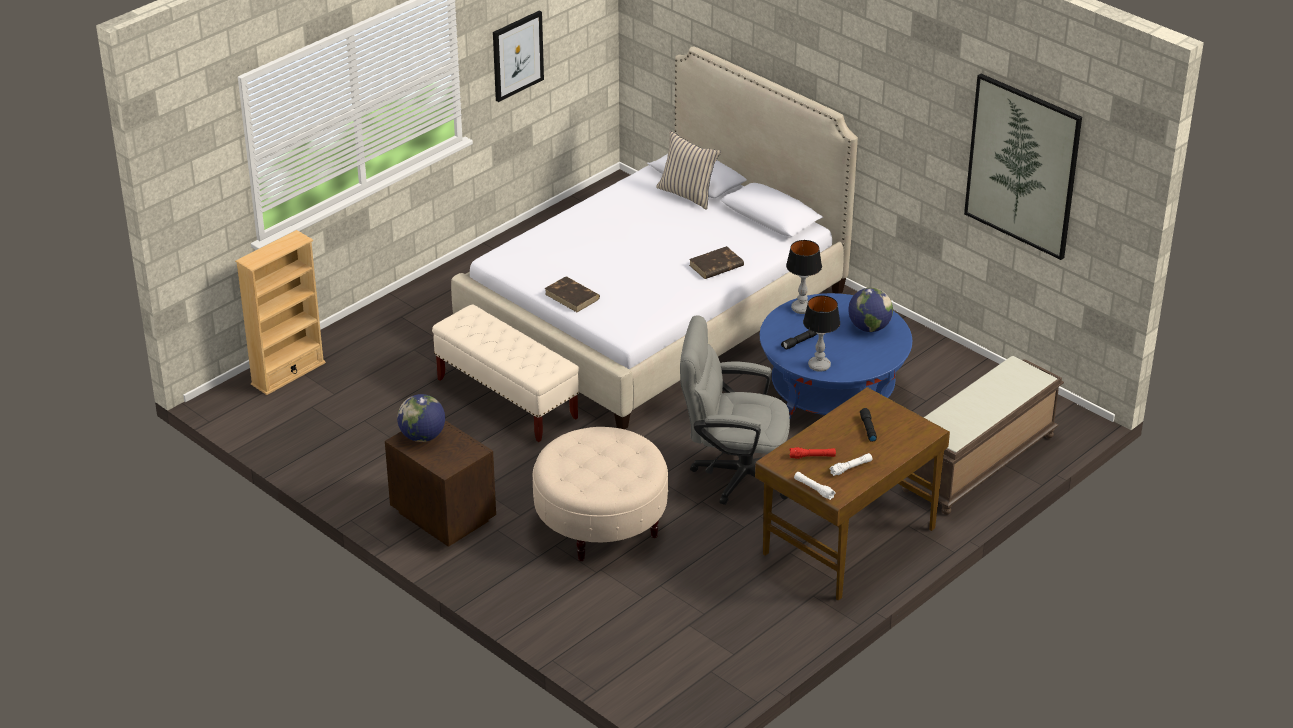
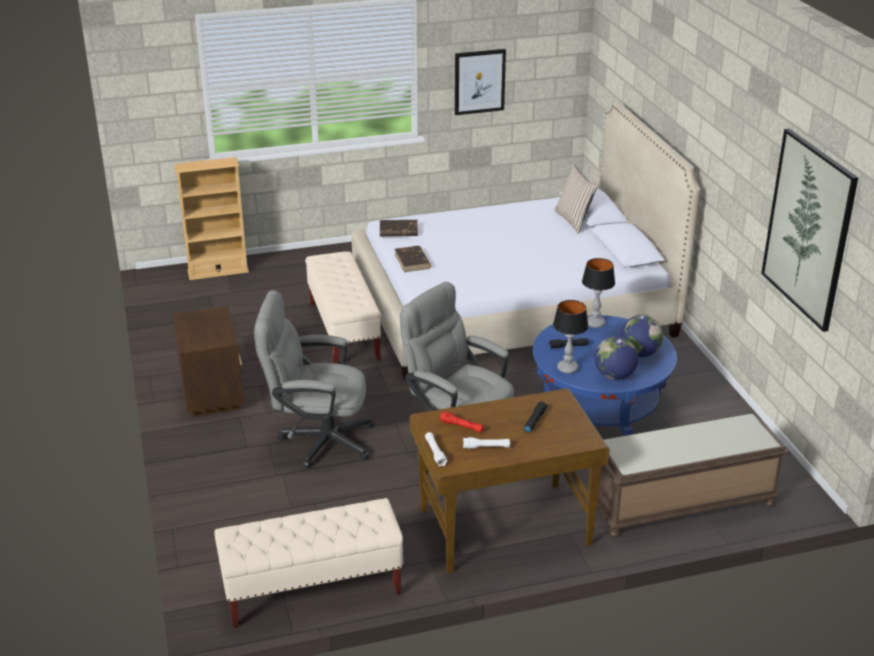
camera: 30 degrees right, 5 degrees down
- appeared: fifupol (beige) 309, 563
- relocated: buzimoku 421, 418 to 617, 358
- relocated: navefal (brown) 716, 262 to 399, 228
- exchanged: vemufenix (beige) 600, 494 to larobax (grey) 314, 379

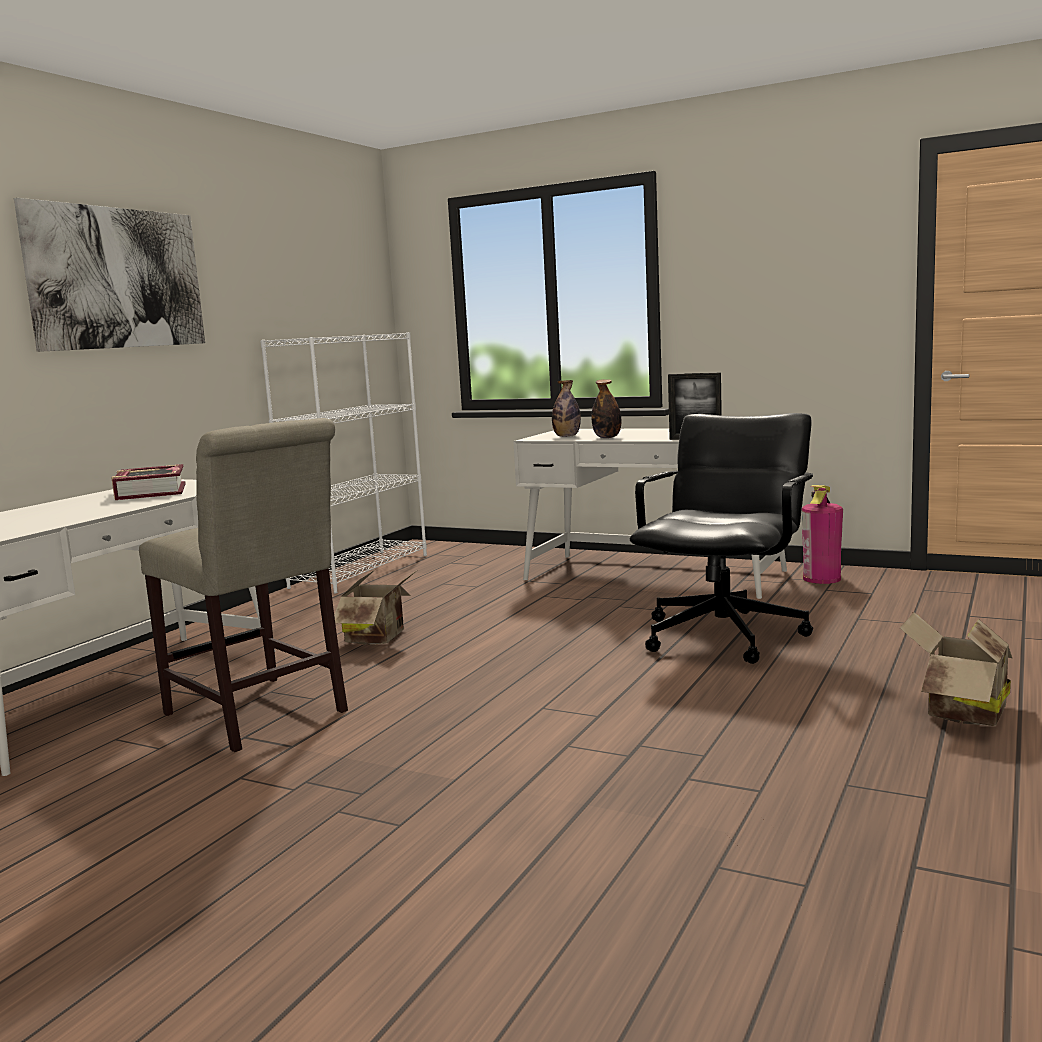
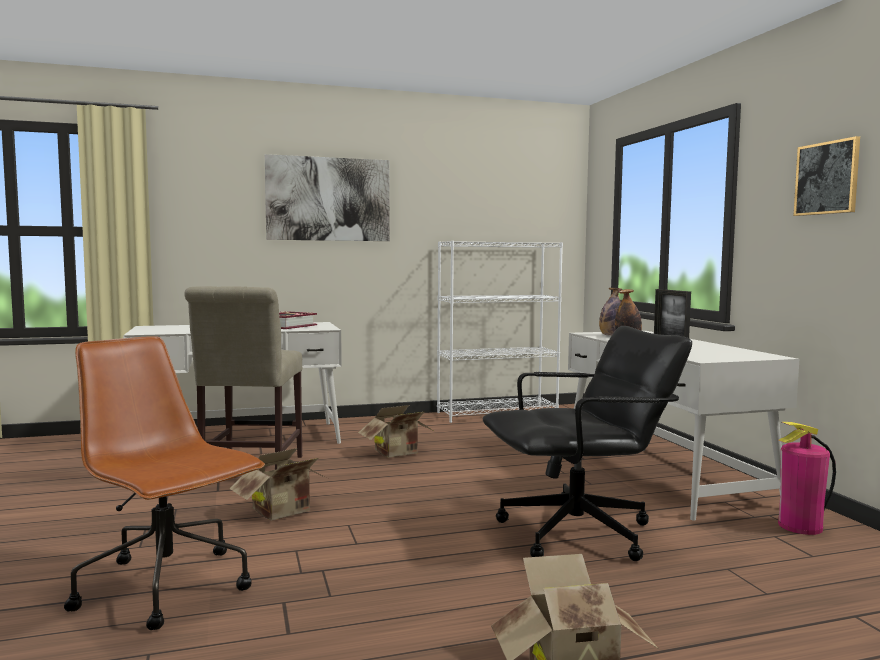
camera: 45 degrees right, 5 degrees down
- appeared: larobax (brown) 164, 483
- appeared: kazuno 279, 484
- appeared: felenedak 827, 176

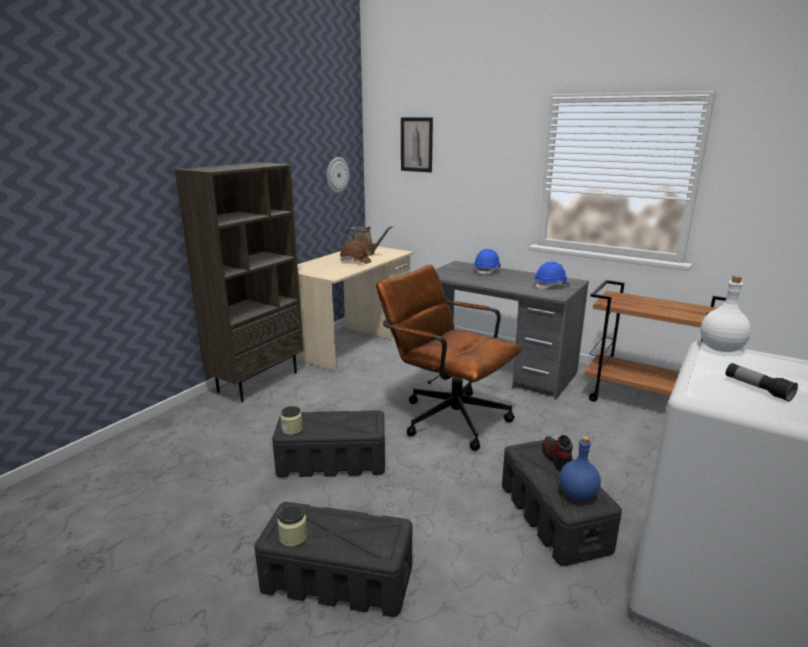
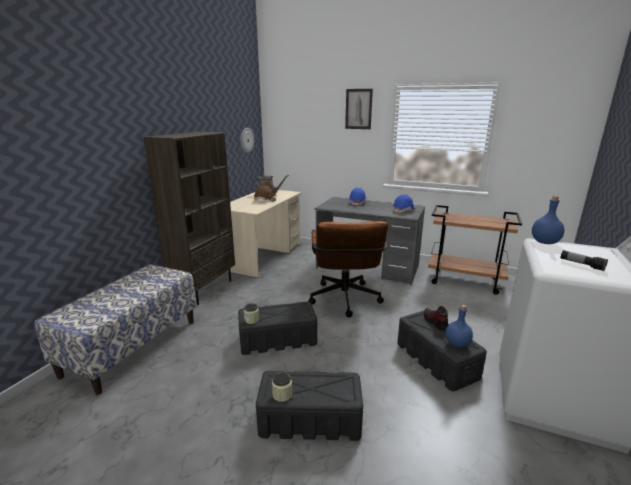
camera: 10 degrees left, 0 degrees up
- appeared: fifupol 115, 329
- relocated: felenedak 417, 144 to 359, 109
- colour: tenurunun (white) 725, 313 to tenurunun (blue) 548, 220
- spun: larobax (brown) 449, 358 = 348, 269 120 degrees counterclockwise

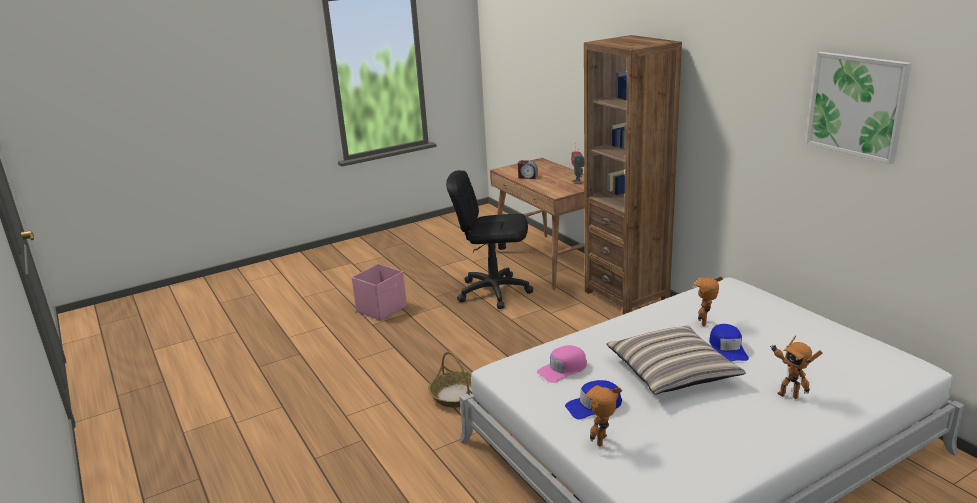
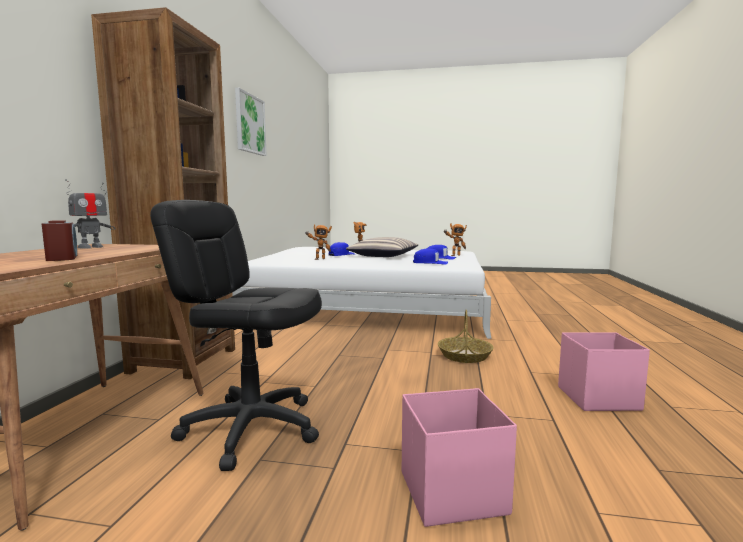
camera: 140 degrees left, 15 degrees down
- appeared: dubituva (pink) 604, 371
- colour: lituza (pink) 562, 364 to lituza (blue) 430, 257
- spun: larobax (black) 489, 239 = 236, 335 150 degrees clockwise

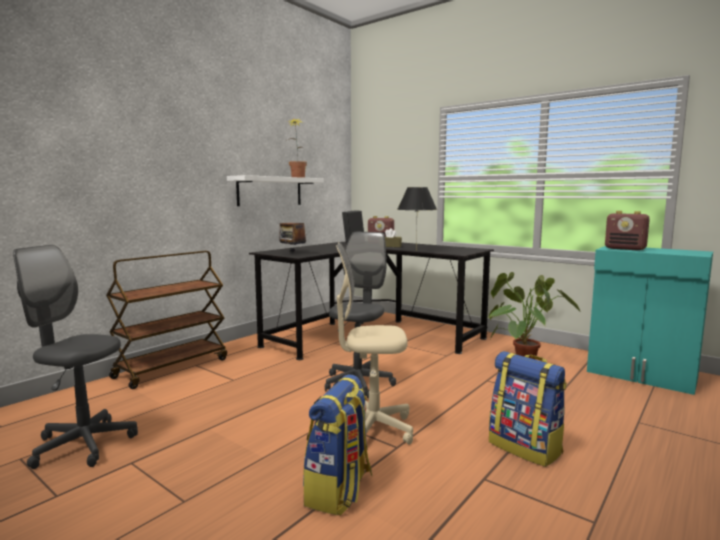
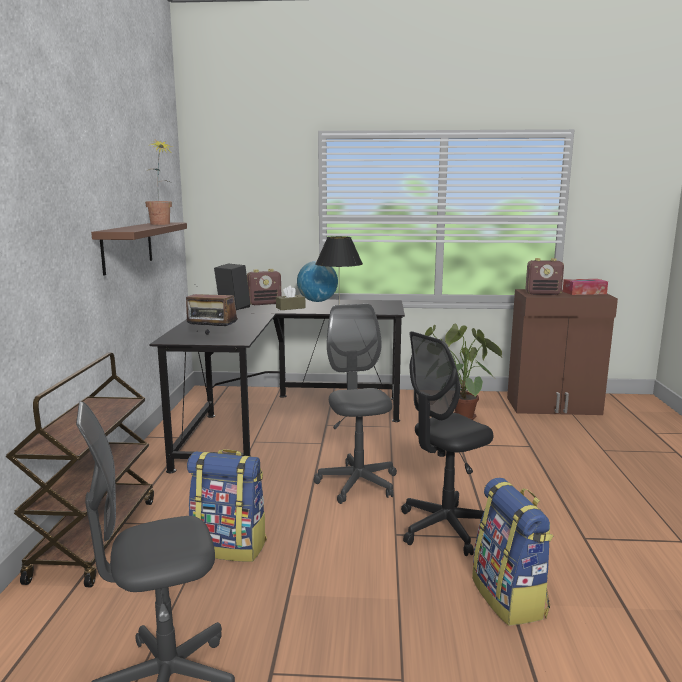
camera: 35 degrees left, 5 degrees up
- appeared: buzimoku 317, 281
- appeared: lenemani 585, 287
- relocated: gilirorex 528, 409 to 227, 505
- colour: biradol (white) 275, 190 to biradol (brown) 139, 249
- colour: larobax (beige) 374, 343 to larobax (black) 447, 443
- colour: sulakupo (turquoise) 650, 320 to sulakupo (brown) 562, 352

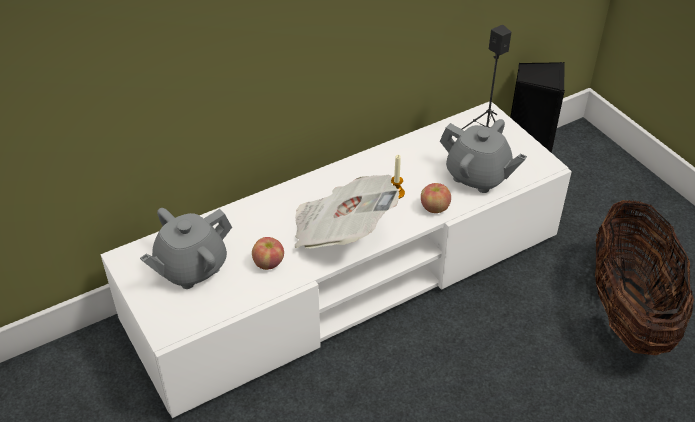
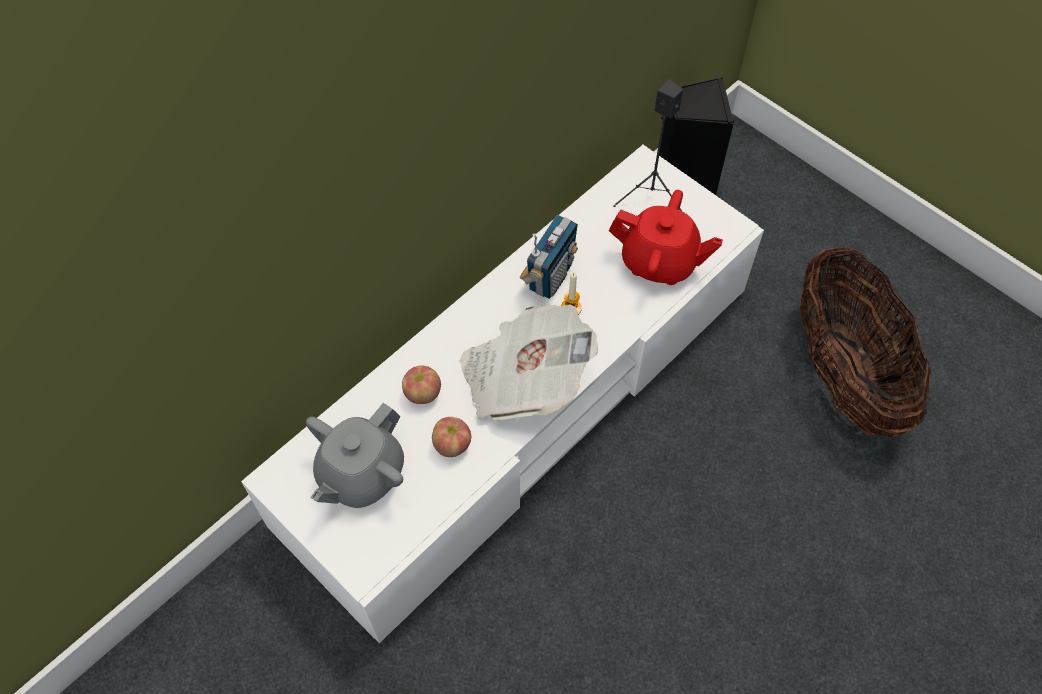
camera: 15 degrees left, 15 degrees up
- appeared: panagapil 549, 257
- relocated: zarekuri 436, 198 to 421, 384
- colour: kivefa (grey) 483, 156 to kivefa (red) 666, 237

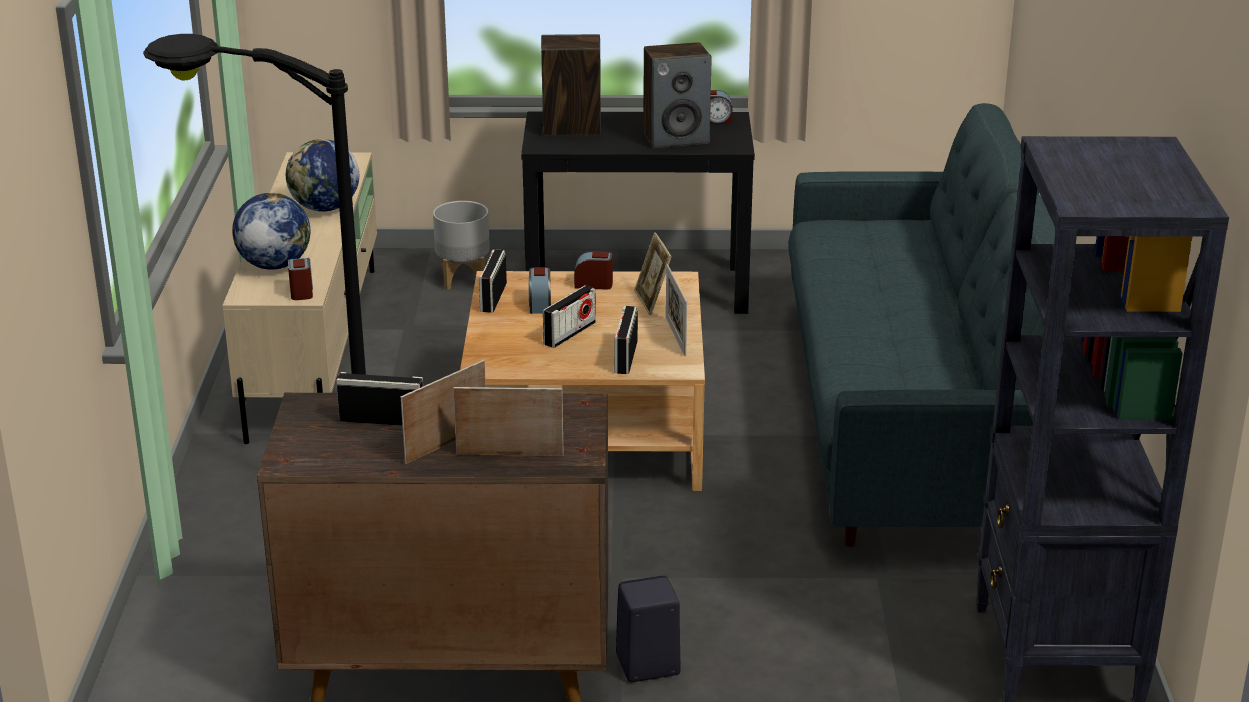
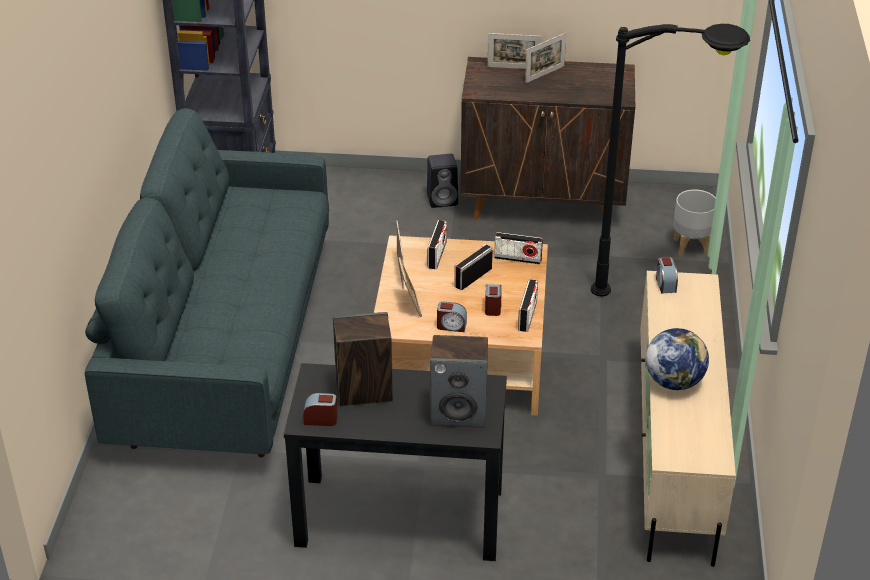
camera: 175 degrees left, 10 degrees up
- missing: buzimoku 271, 231
- relocated: panagapil 379, 399 to 518, 248
- relocated: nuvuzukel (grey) 461, 245 to 694, 222

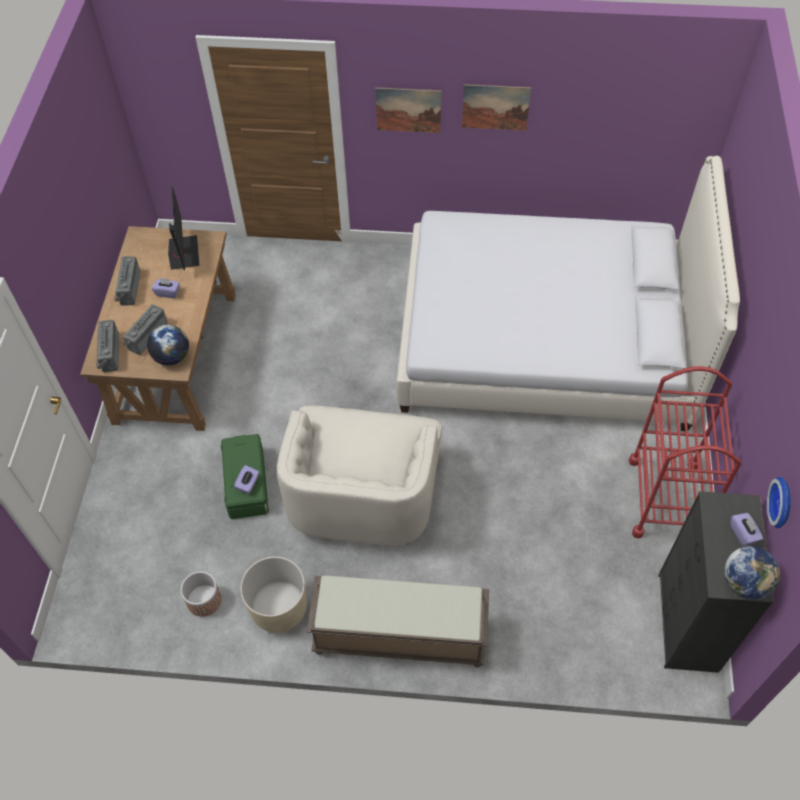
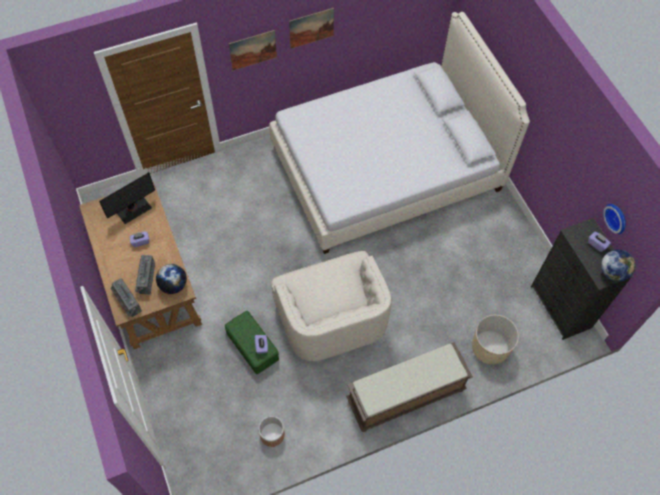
camera: 30 degrees left, 5 degrees up
- missing: panagapil 127, 281
- missing: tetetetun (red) 685, 452
- relocated: nuvuzukel (beige) 273, 594 to 495, 340
- spun: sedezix 183, 228 = 127, 198 90 degrees clockwise

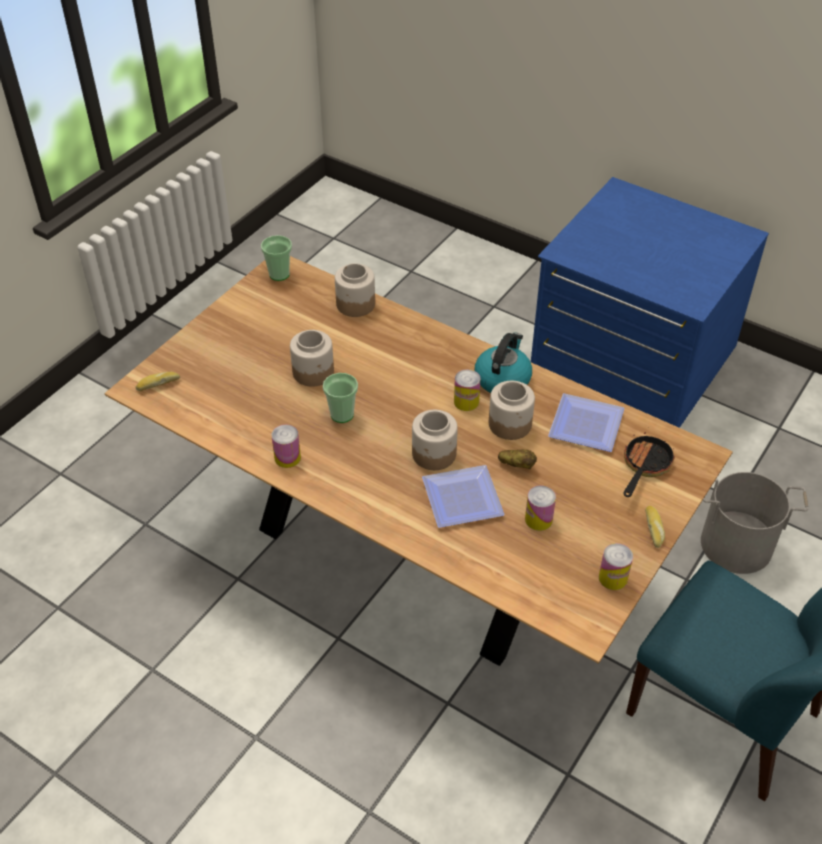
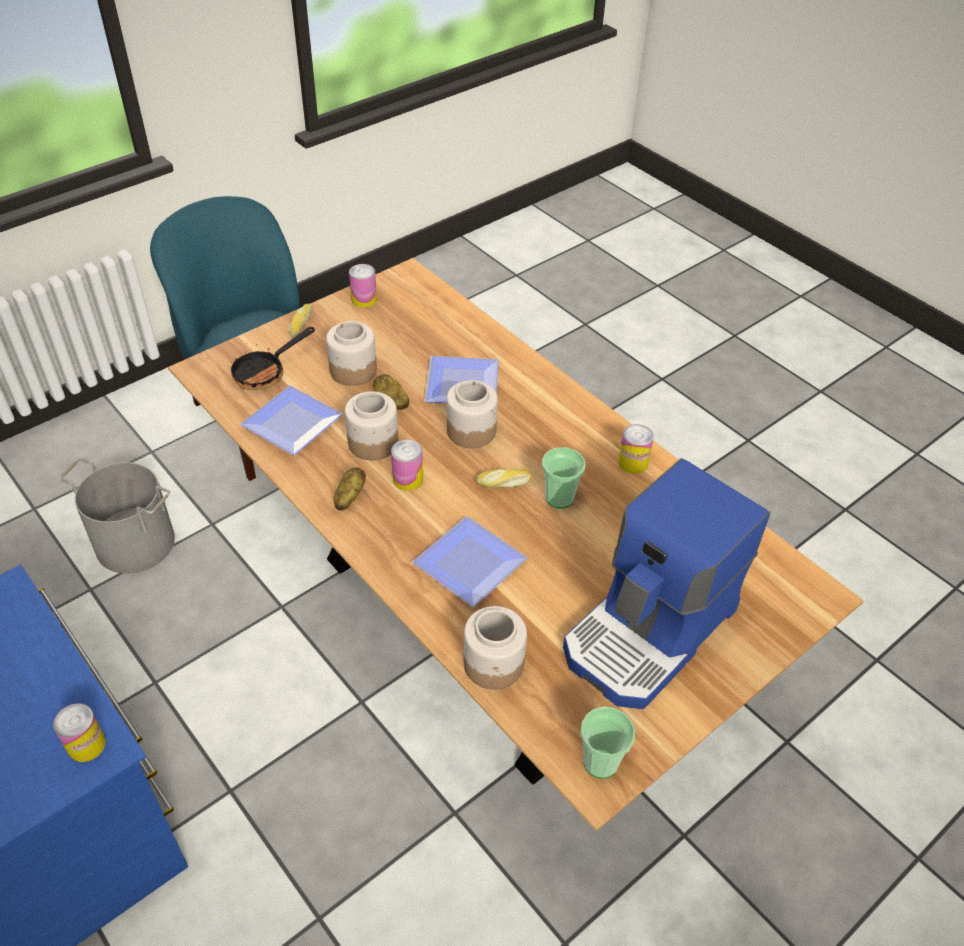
camera: 165 degrees left, 0 degrees up
- appeared: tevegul 469, 561
- appeared: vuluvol 666, 583
- relocated: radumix 157, 381 to 504, 478
- relocated: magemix 312, 358 to 351, 353
- relocated: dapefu 540, 508 to 79, 733
- exchanged: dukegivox 503, 363 to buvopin 350, 489

